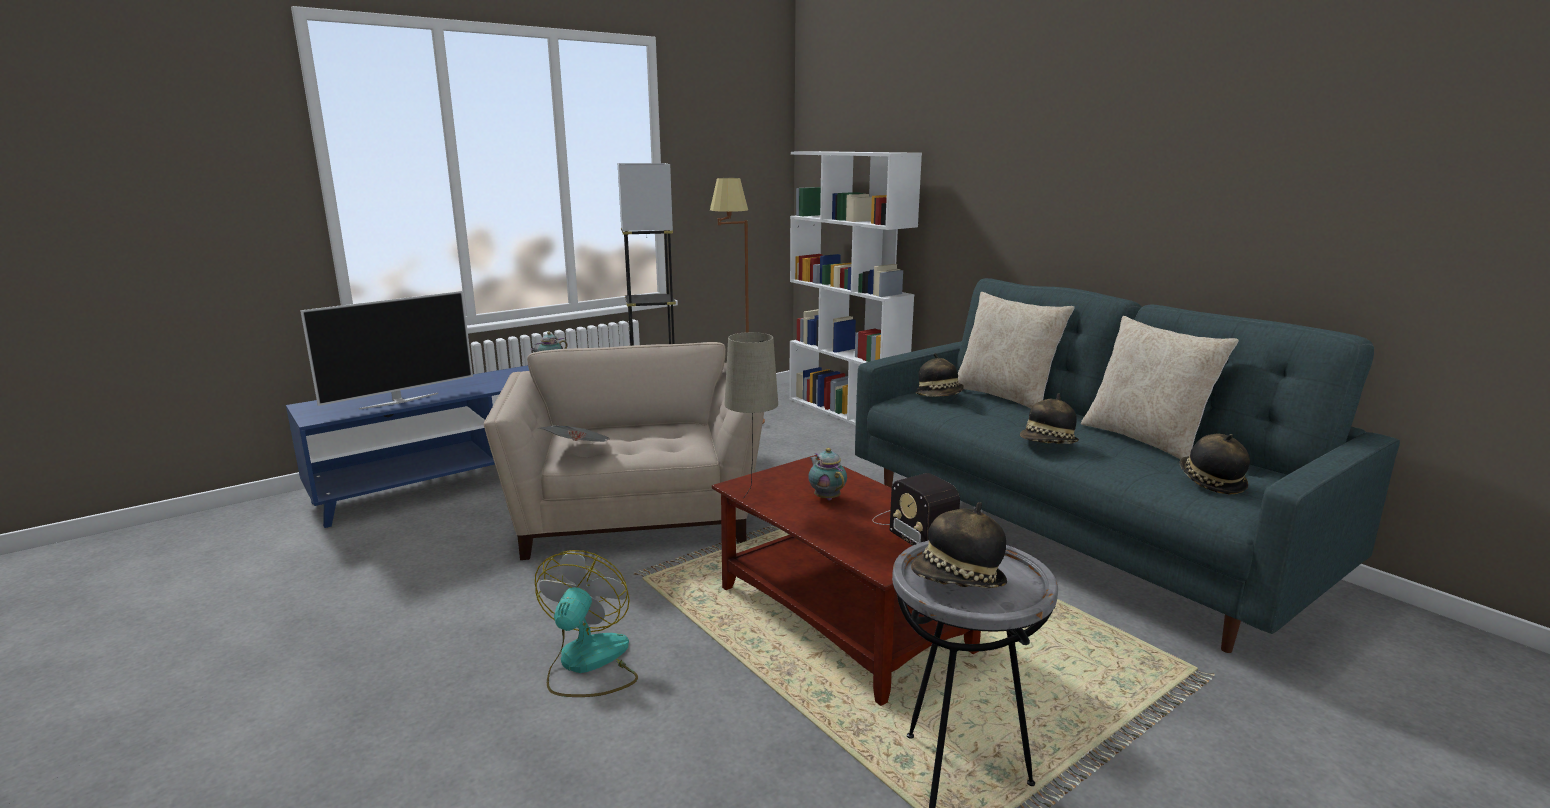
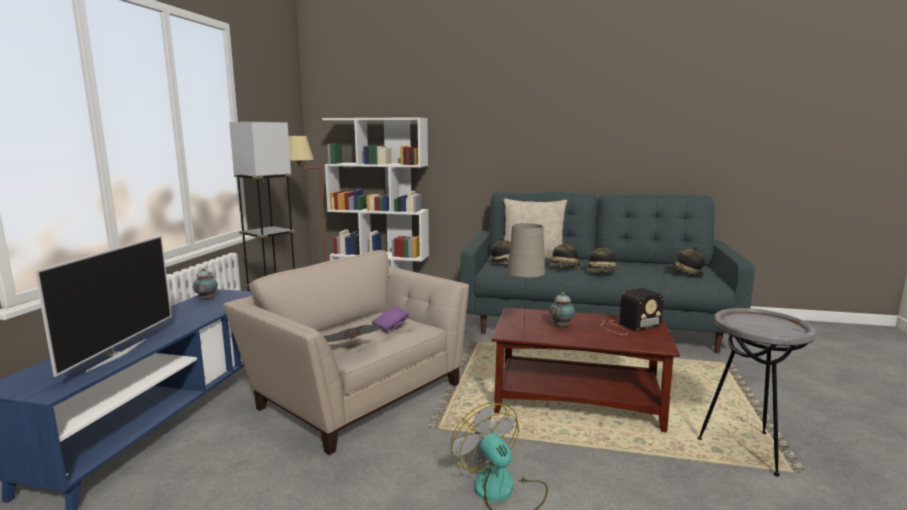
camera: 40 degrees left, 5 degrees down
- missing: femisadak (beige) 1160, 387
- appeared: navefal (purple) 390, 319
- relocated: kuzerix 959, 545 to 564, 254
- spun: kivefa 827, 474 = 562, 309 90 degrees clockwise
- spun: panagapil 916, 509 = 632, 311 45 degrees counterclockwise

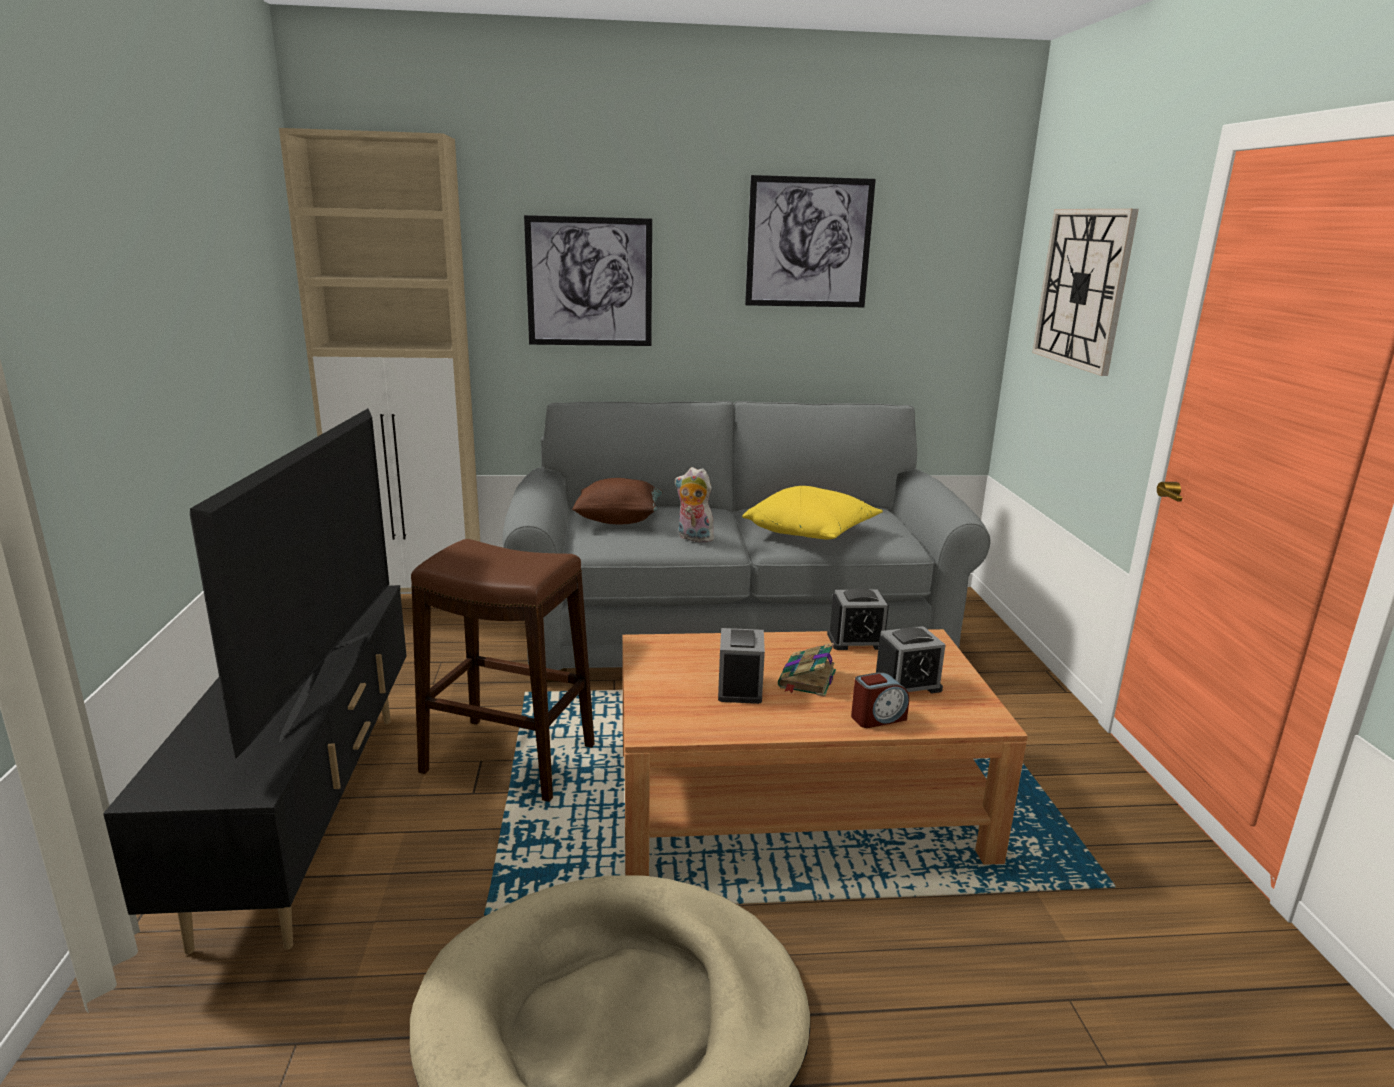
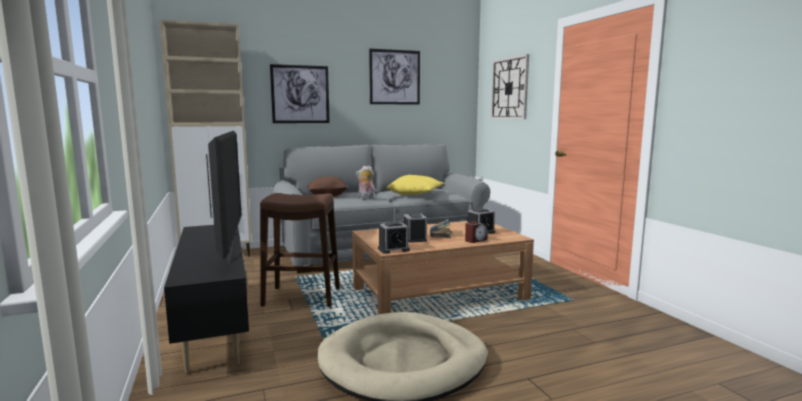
camera: 15 degrees left, 10 degrees down
- relocated: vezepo 858, 619 to 394, 237

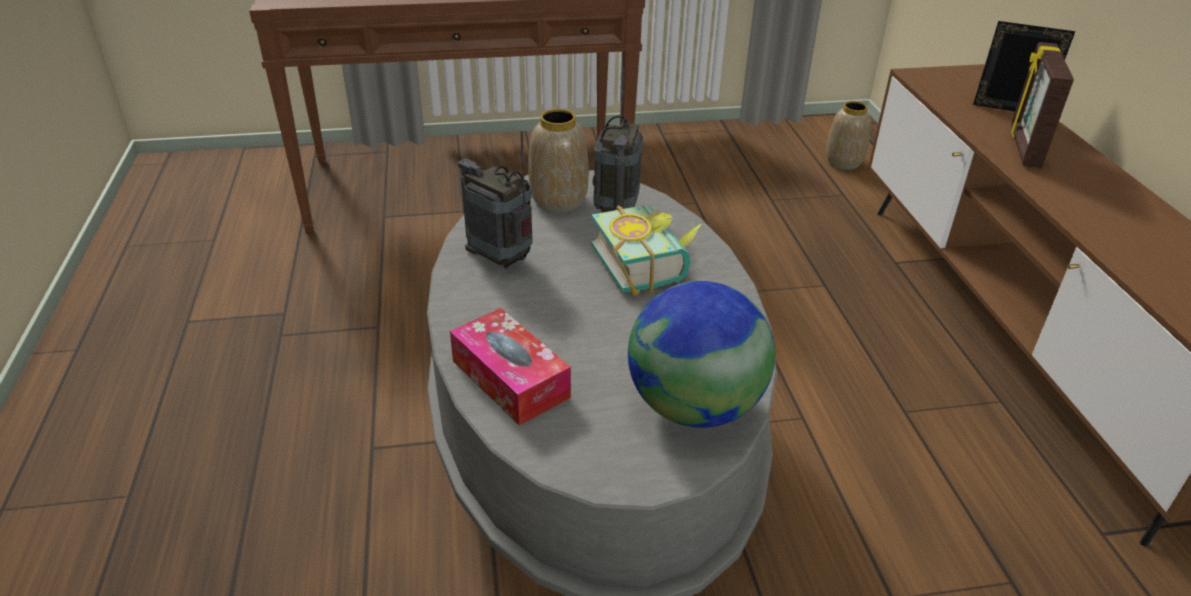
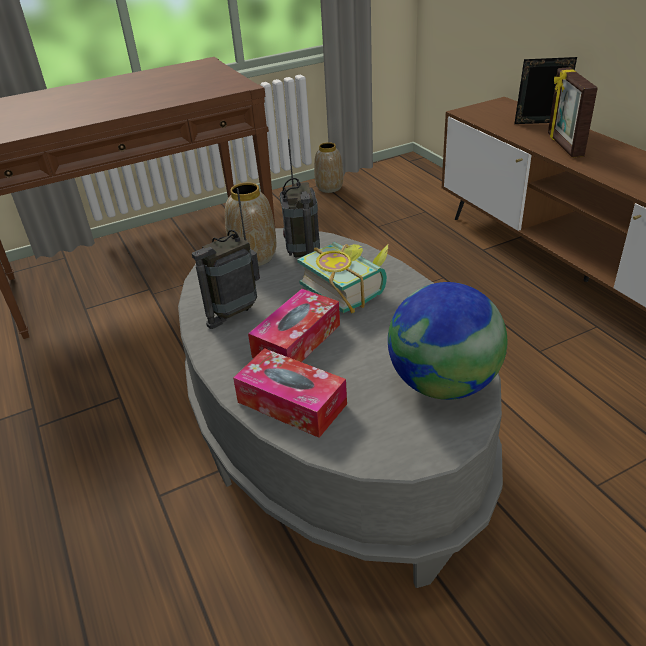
camera: 15 degrees left, 0 degrees up
- appeared: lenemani 294, 325
- relocated: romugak 848, 135 to 328, 167
- spun: panagapil 495, 199 = 226, 258 60 degrees counterclockwise

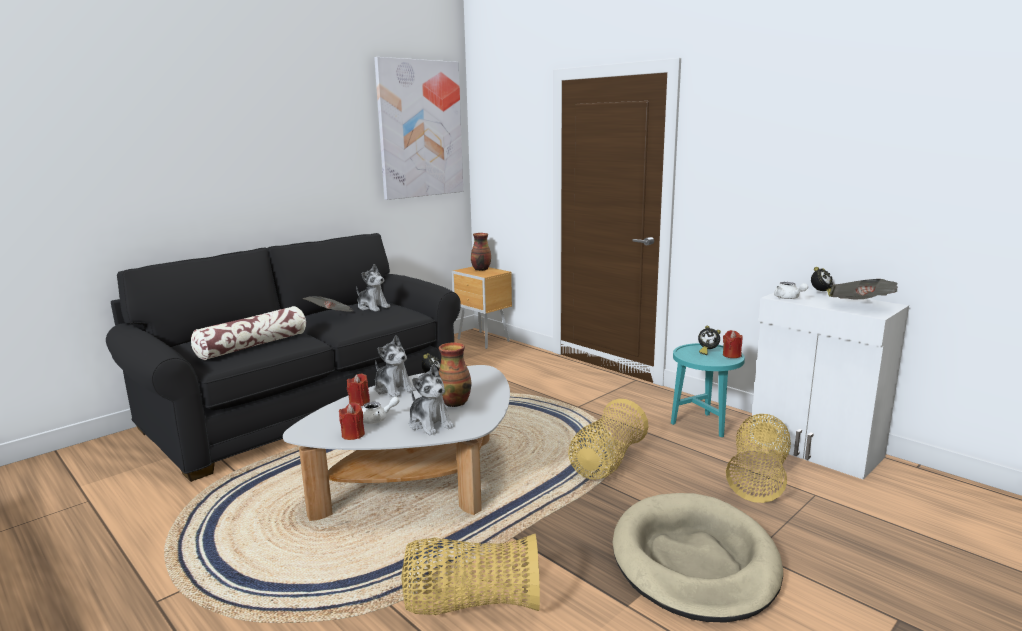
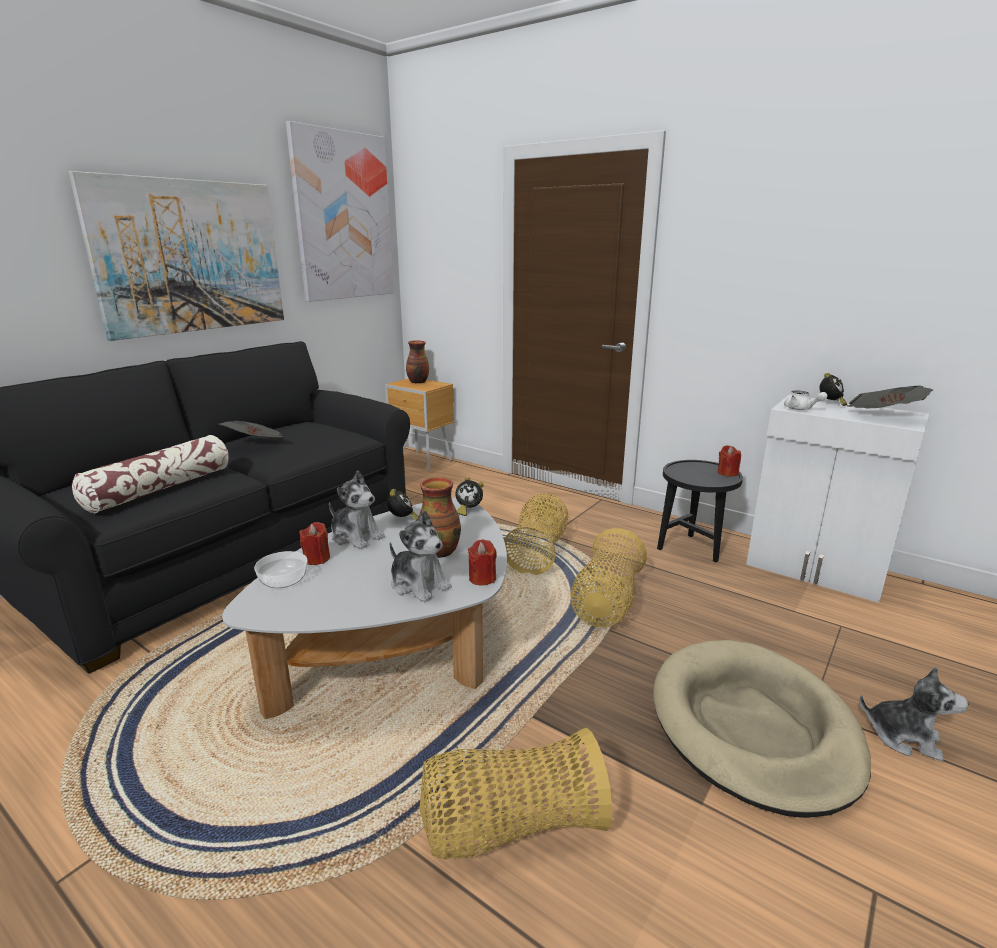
camera: 10 degrees left, 5 degrees up
- missing: kivefa (white) 381, 410
- appeared: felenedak 176, 256
- appeared: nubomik 281, 569
- relocated: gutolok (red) 352, 421 to 482, 562
- relocated: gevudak 373, 287 to 913, 714
- relocated: vezepo 709, 340 to 469, 496
- relocated: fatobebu 758, 458 to 536, 534
- colour: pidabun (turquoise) 708, 390 to pidabun (black) 700, 511

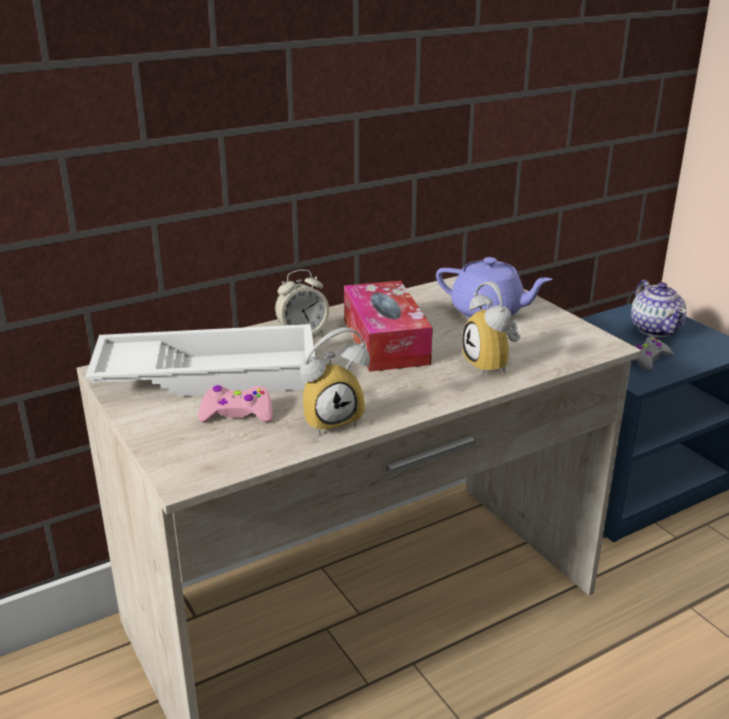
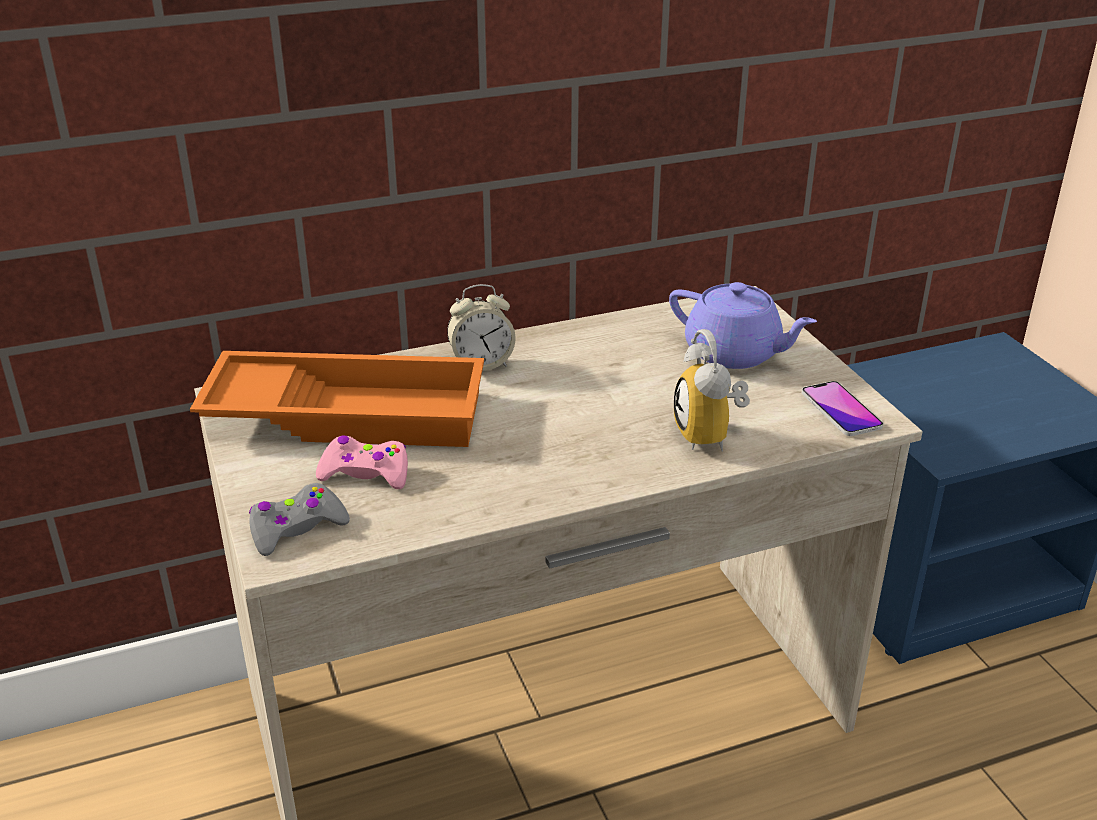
camera: 10 degrees right, 5 degrees up
- missing: vezepo 335, 381
- missing: lenemani 388, 326
- missing: kivefa 658, 308
- appeared: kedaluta 842, 408
- relocated: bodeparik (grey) 654, 354 to 299, 519
- colour: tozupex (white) 200, 360 to tozupex (orange) 337, 399

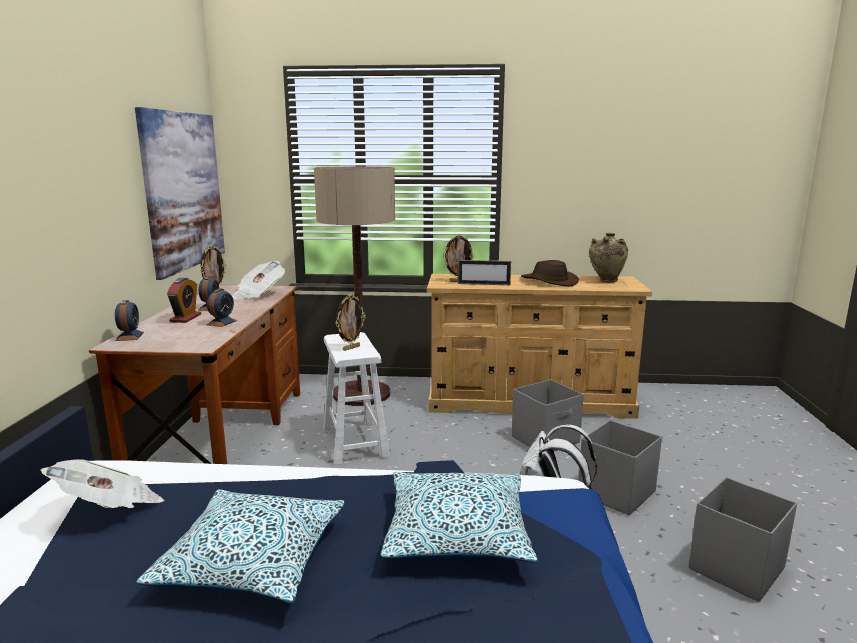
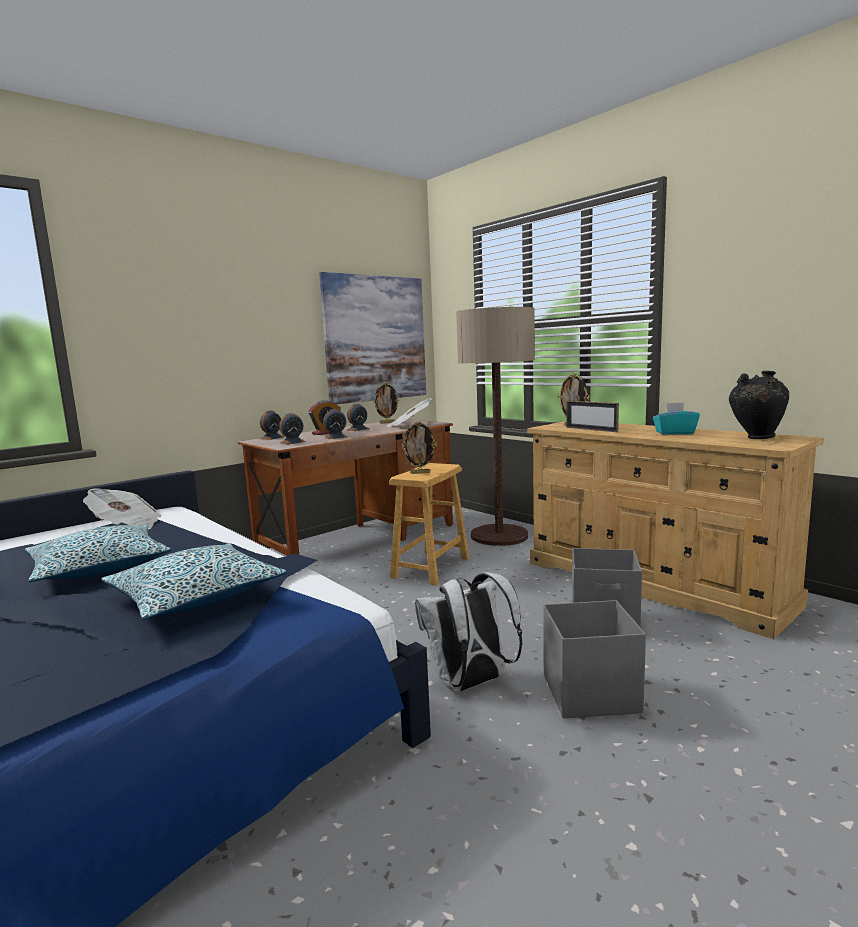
camera: 45 degrees right, 5 degrees down
- missing: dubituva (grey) 742, 539
- appeared: vezepo 292, 429
- exchanged: kuzerix (brown) 550, 273 to lenemani (turquoise) 676, 418
- colour: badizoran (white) 356, 398 to badizoran (brown) 429, 524
- colour: romugak (beige) 608, 258 to romugak (black) 759, 405

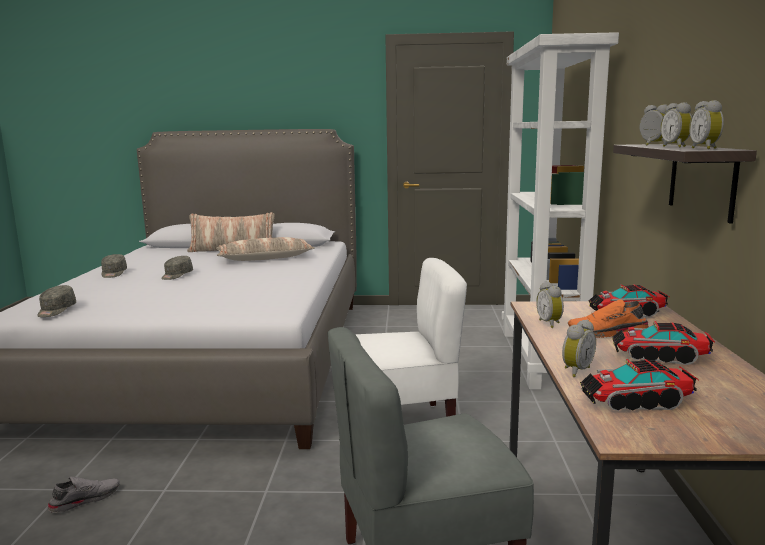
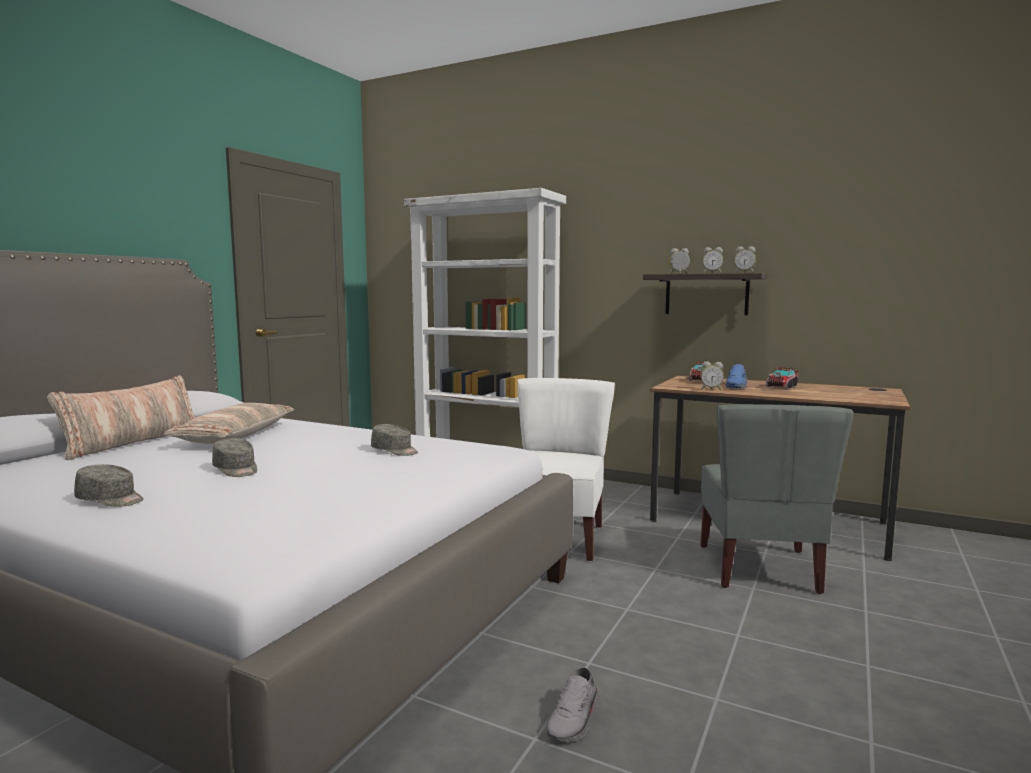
camera: 65 degrees left, 5 degrees down
- missing: vezepo 579, 348
- missing: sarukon 639, 385
- relocated: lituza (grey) 56, 301 to 394, 440
- colour: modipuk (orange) 608, 318 to modipuk (blue) 736, 376
- spun: modipuk (grey) 83, 494 = 572, 704 135 degrees counterclockwise

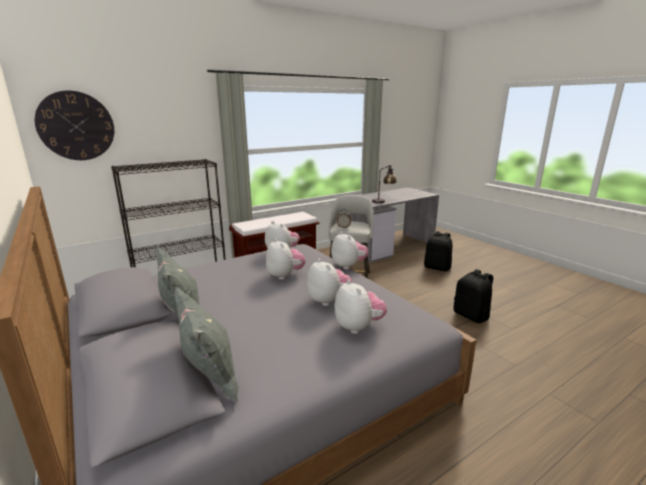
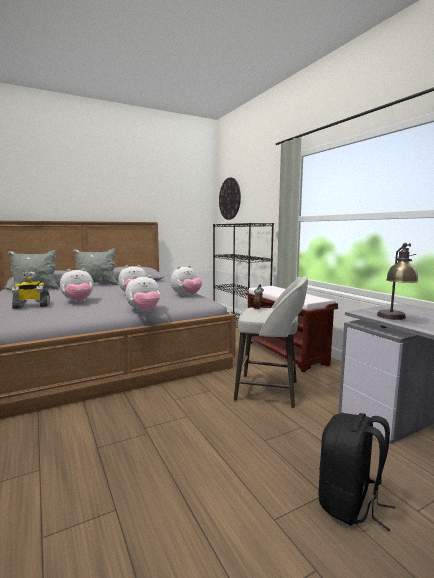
camera: 95 degrees right, 10 degrees down
- missing: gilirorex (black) 473, 296
- exchanged: gevudak 361, 306 to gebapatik 31, 290

